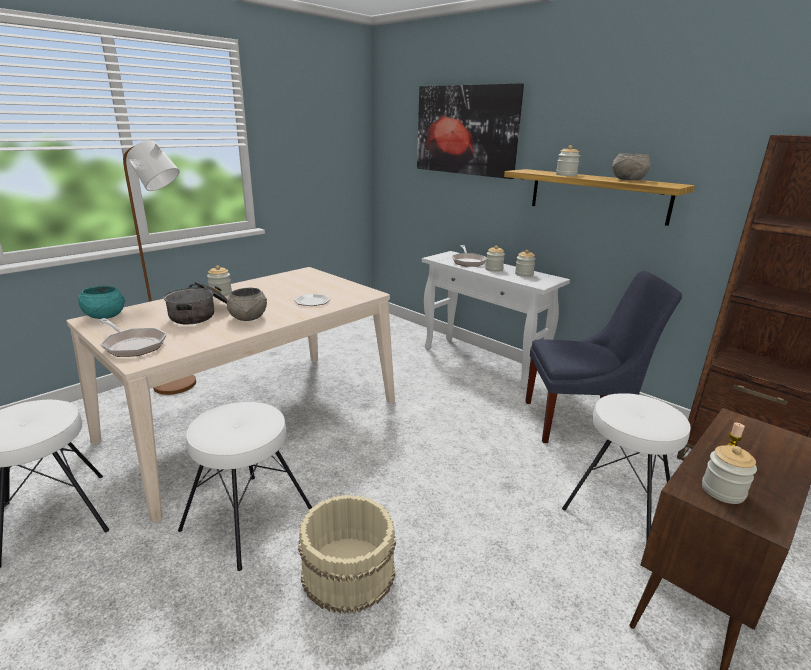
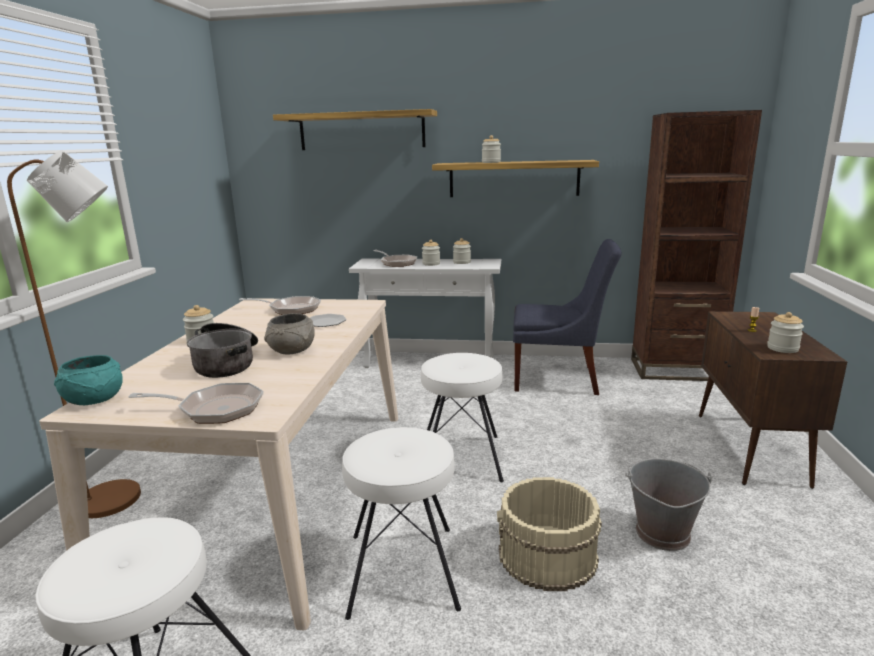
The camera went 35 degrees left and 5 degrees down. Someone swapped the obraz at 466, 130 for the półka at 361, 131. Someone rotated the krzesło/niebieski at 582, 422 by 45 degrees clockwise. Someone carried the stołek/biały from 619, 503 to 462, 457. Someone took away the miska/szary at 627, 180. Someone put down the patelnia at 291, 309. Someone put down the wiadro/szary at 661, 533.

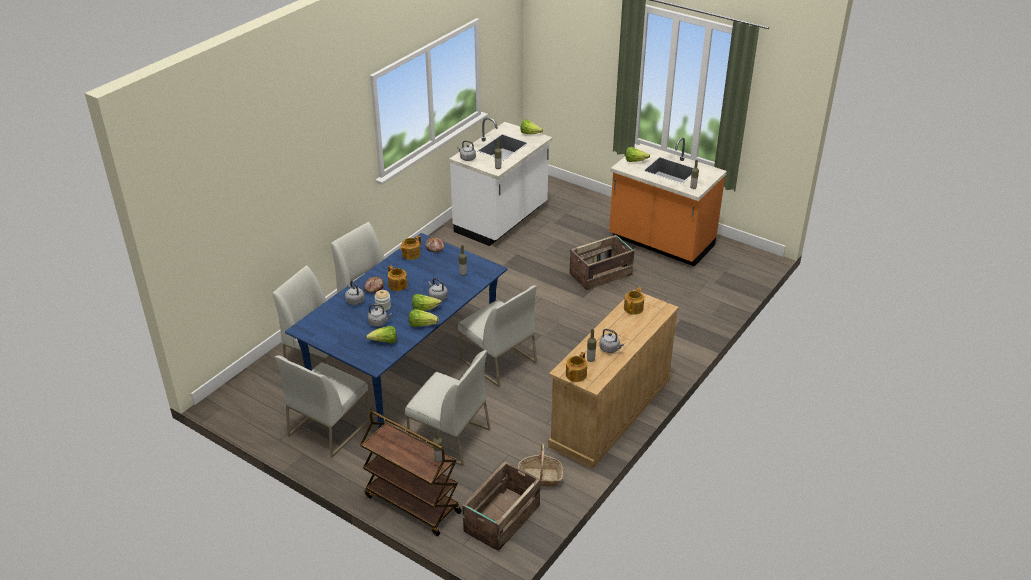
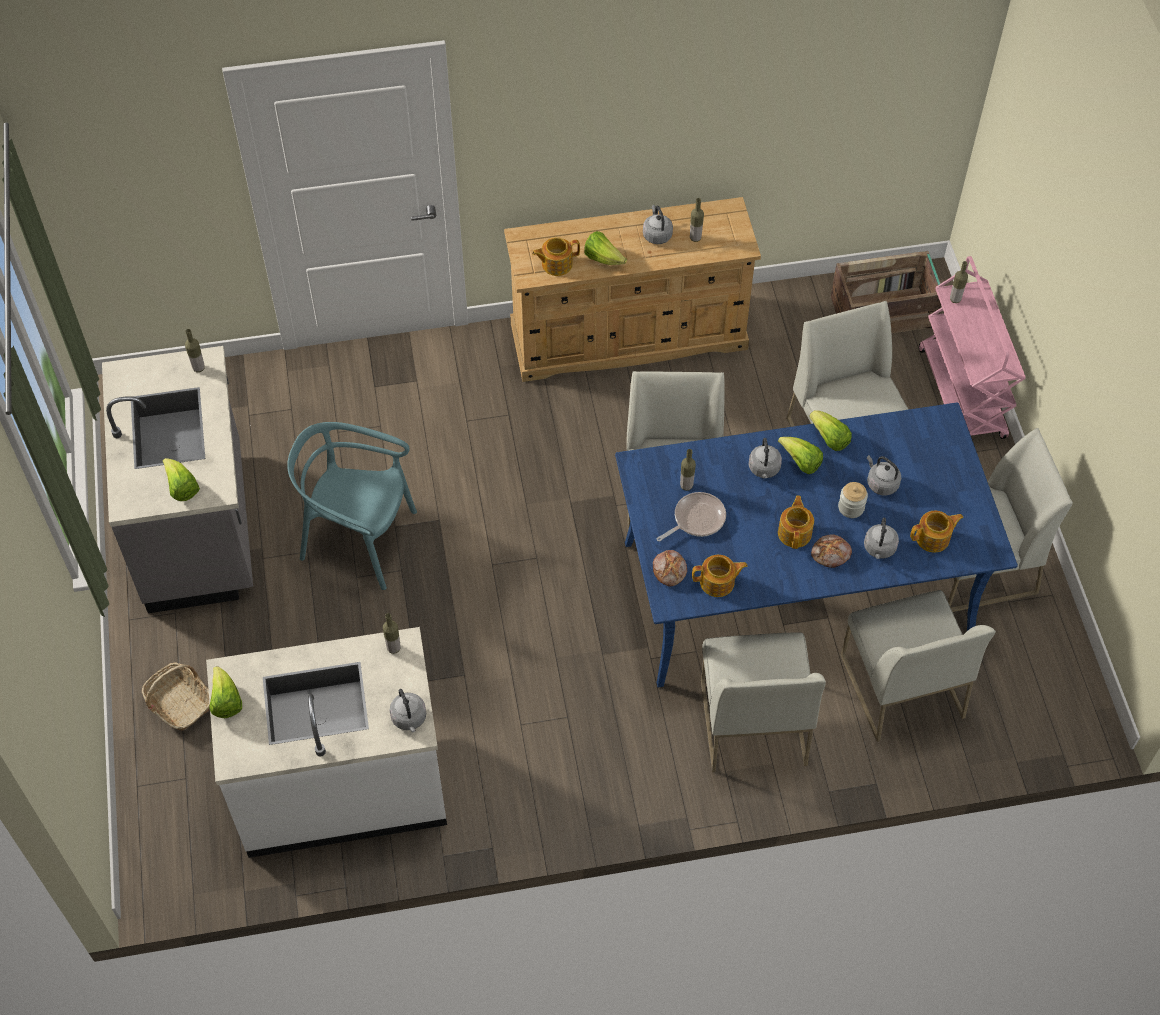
The camera went 135 degrees left and 20 degrees up. Someone repainted the wózek/brązowy at 412, 504, which became the wózek/różowy at 962, 394. Someone carried the sałata from 384, 342 to 603, 258. Someone carried the koszyk from 540, 477 to 179, 702. Someone carried the imbryk from 575, 375 to 933, 538. Someone swapped the skrzynka at 601, 274 for the krzesło/turkusowy at 359, 539. Someone repainted the zabudowa kuchenna/pomarańczowy at 661, 243, which became the zabudowa kuchenna/szary at 199, 528. Someone put down the patelnia at 696, 519.

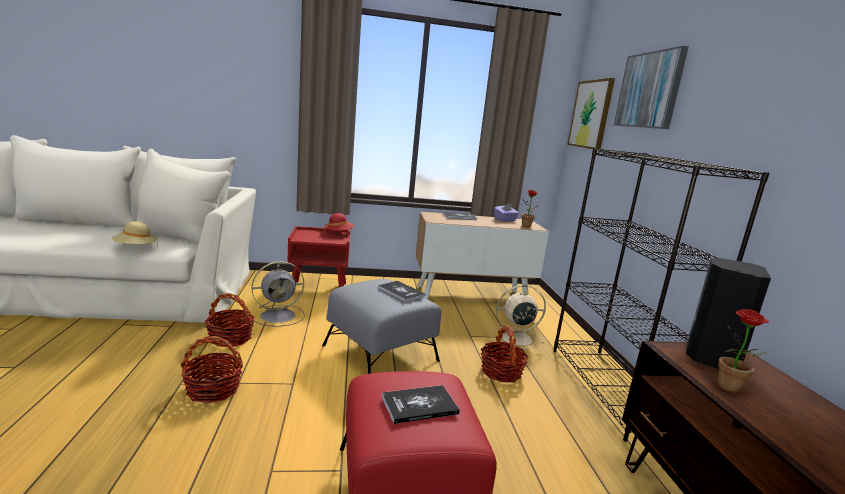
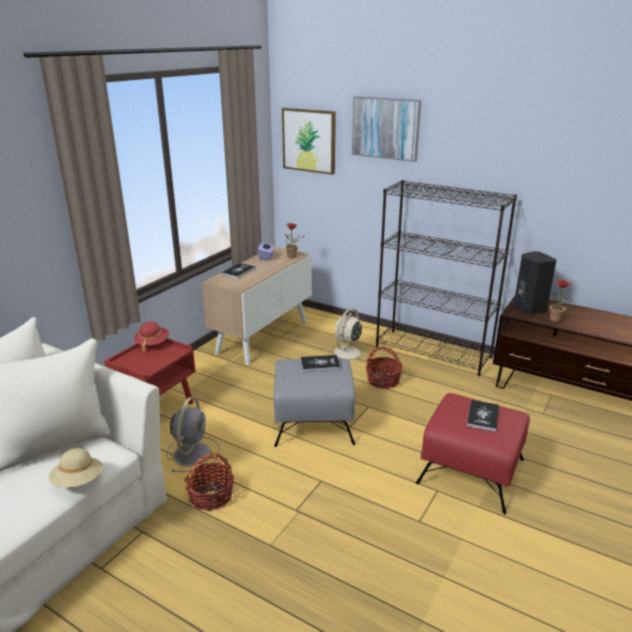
The camera went 50 degrees left and 10 degrees up. Someone took away the koszyk at 213, 389.

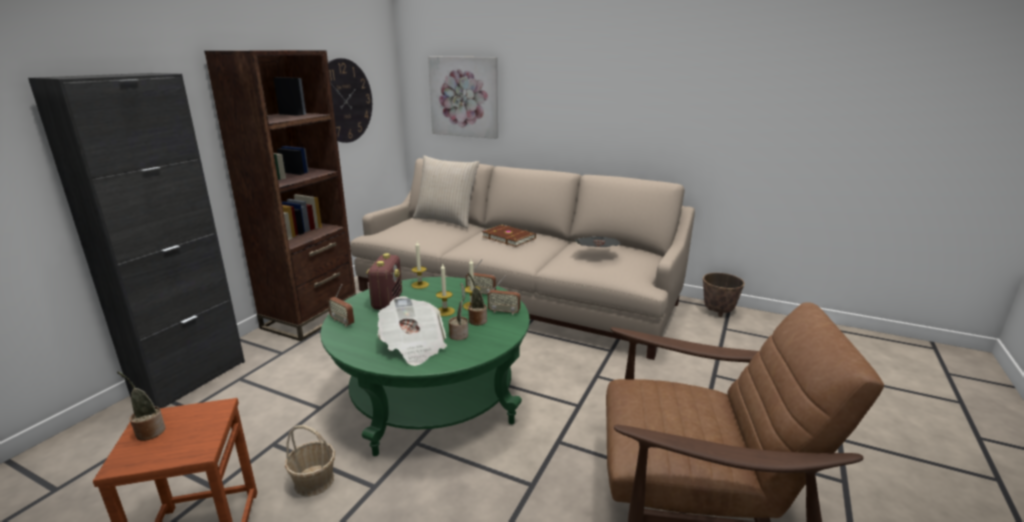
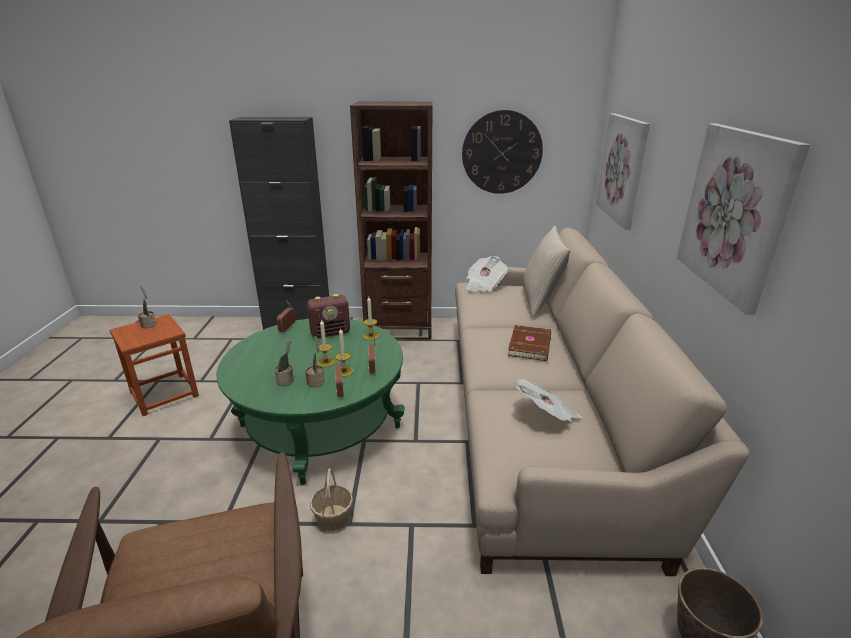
The camera went 65 degrees right and 5 degrees up. Someone carried the koszyk from 314, 481 to 333, 519. Someone carried the gazeta from 413, 346 to 484, 285. Someone put up the obraz at 736, 212.

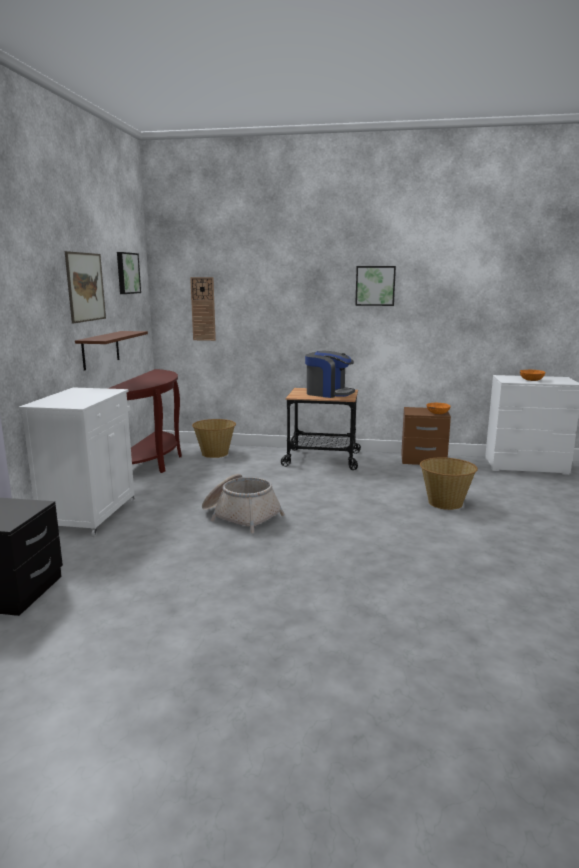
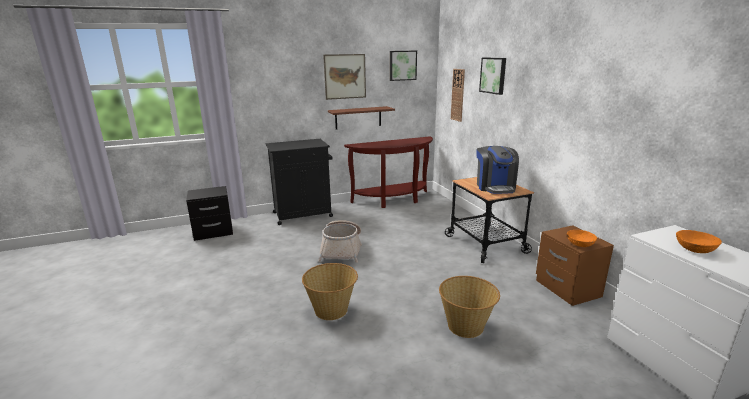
The camera went 60 degrees right and 5 degrees up. Someone repainted the szafka/biały at 90, 515, which became the szafka/czarny at 304, 214. Someone carried the koszyk from 215, 453 to 332, 310. Someone carried the obraz from 375, 286 to 493, 75.

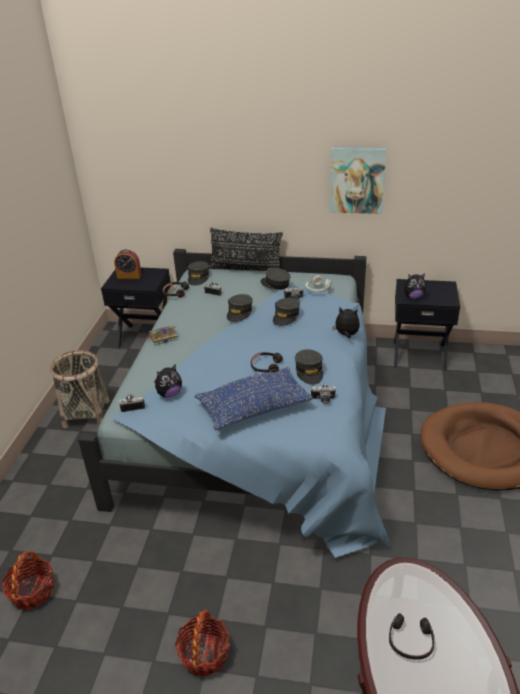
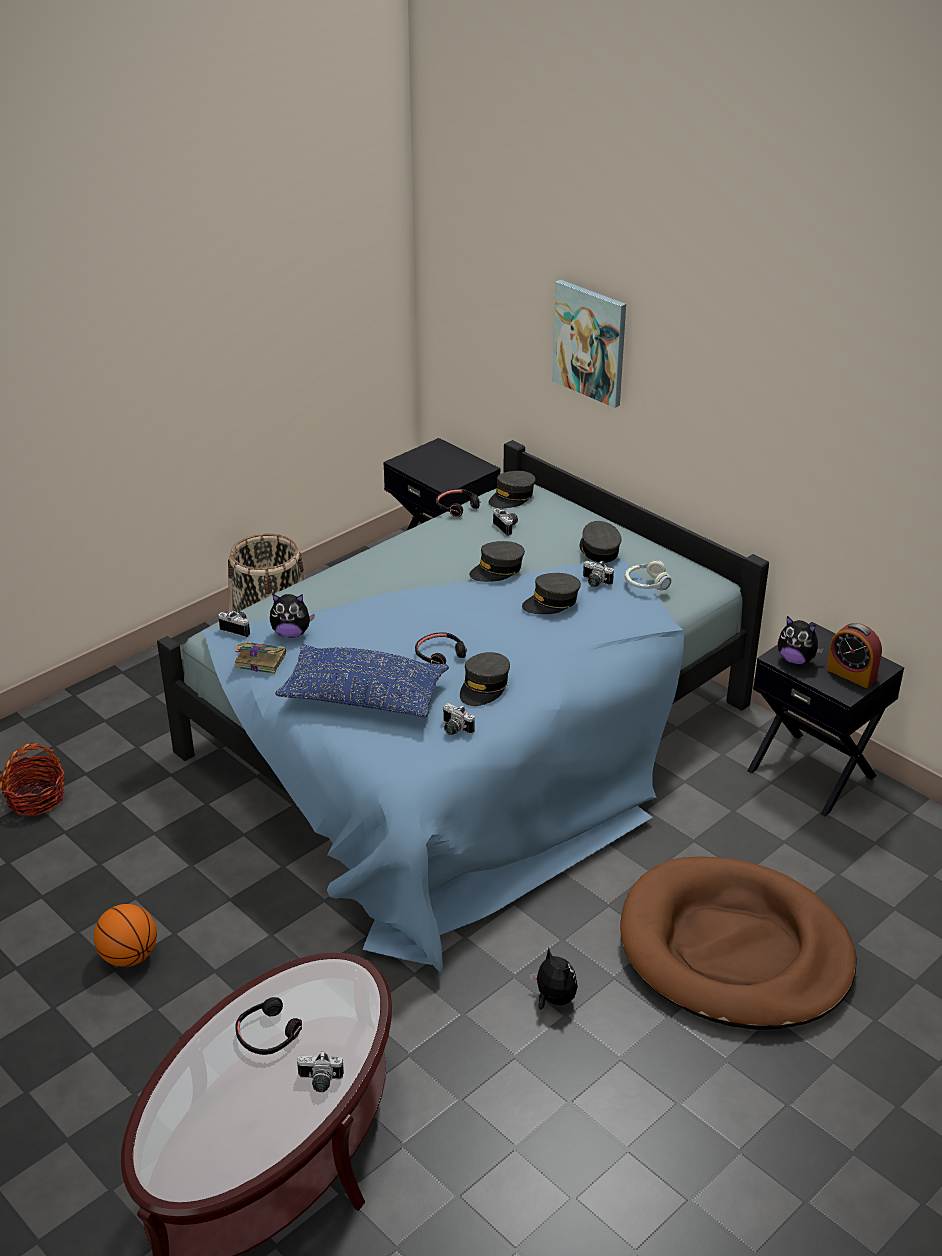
The camera went 35 degrees right and 0 degrees up. Someone carried the budzik from 129, 276 to 851, 674. Someone carried the książka from 163, 337 to 259, 660. Someone swapped the koszyk at 204, 653 for the piłka do koszykówki at 129, 956. Someone took away the poduszka/czarny at 246, 269. Someone carried the obraz from 357, 180 to 590, 342. Someone carried the pluszak from 346, 335 to 553, 999. Someone put down the aparat fotograficzny at 319, 1082.

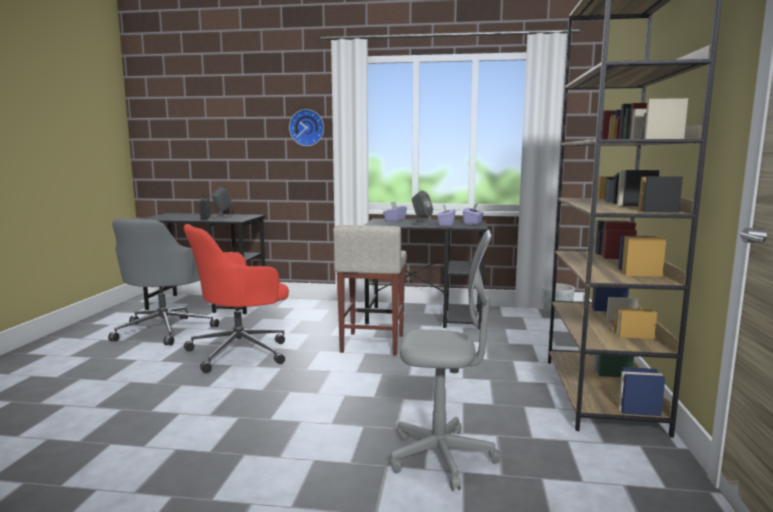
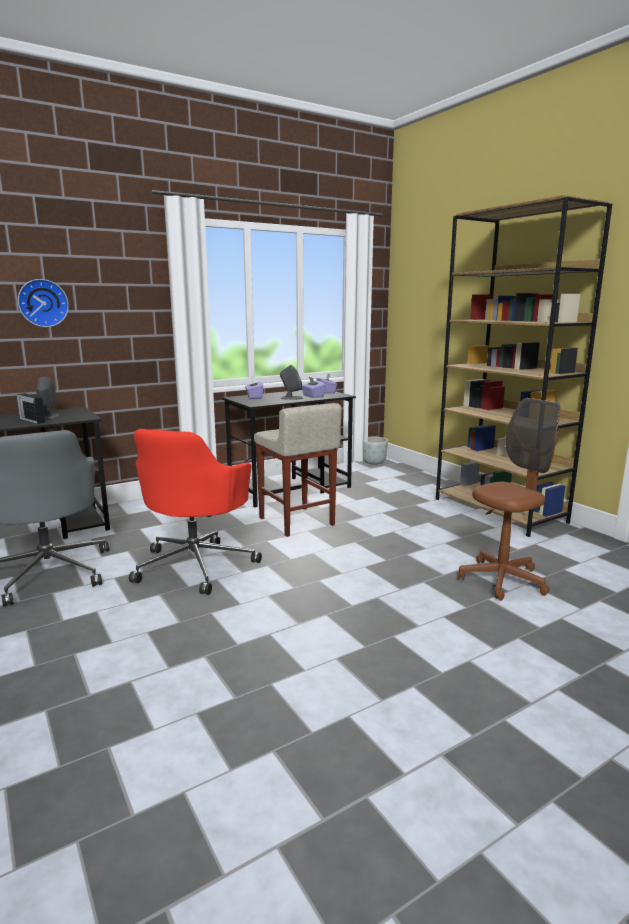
The camera went 40 degrees left and 5 degrees up. Someone carried the zegar ścienny from 307, 127 to 43, 303. Someone repainted the krzesło biurowe/szary at 441, 457, which became the krzesło biurowe/brązowy at 502, 580.

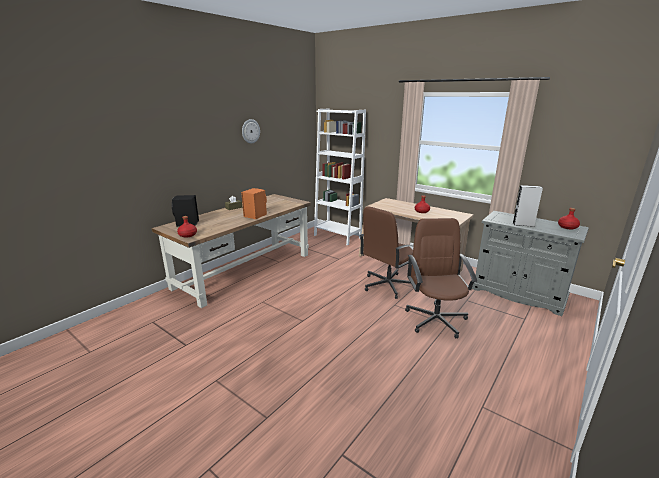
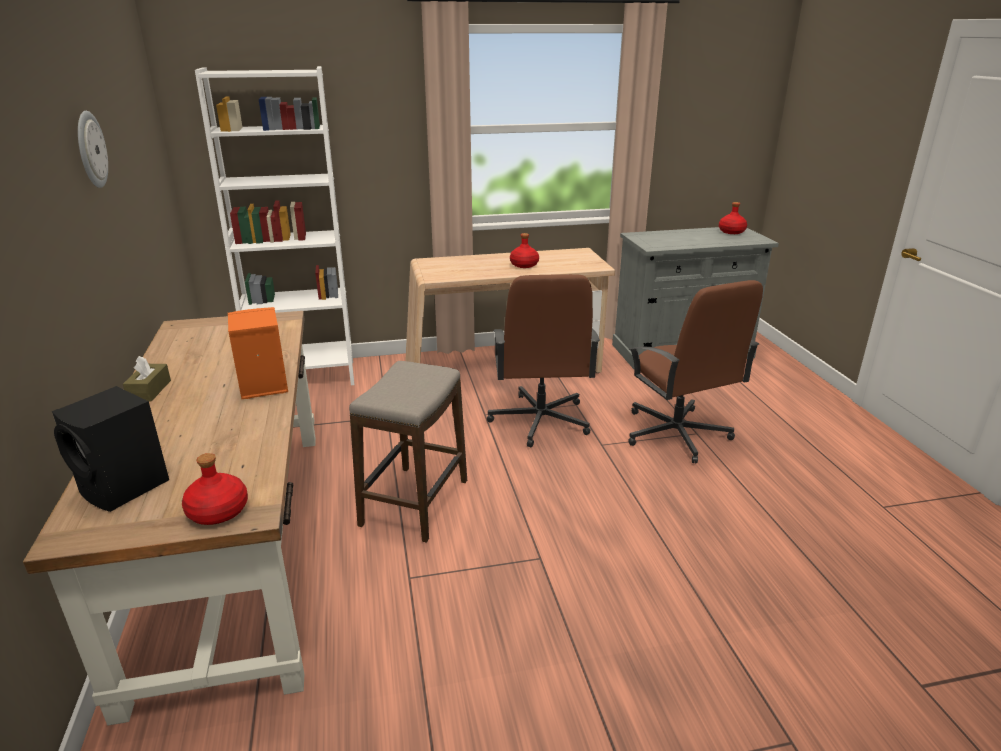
The camera went 50 degrees left and 5 degrees up. Someone rotated the krzesło biurowe/brązowy at 436, 319 by 150 degrees counterclockwise. Someone took away the głośnik/szary at 523, 224. Someone put down the stołek at 415, 503.

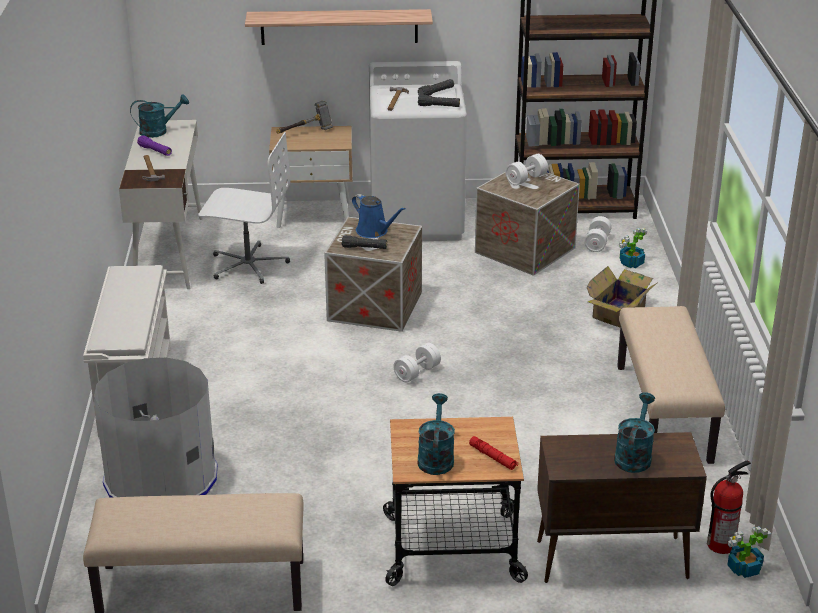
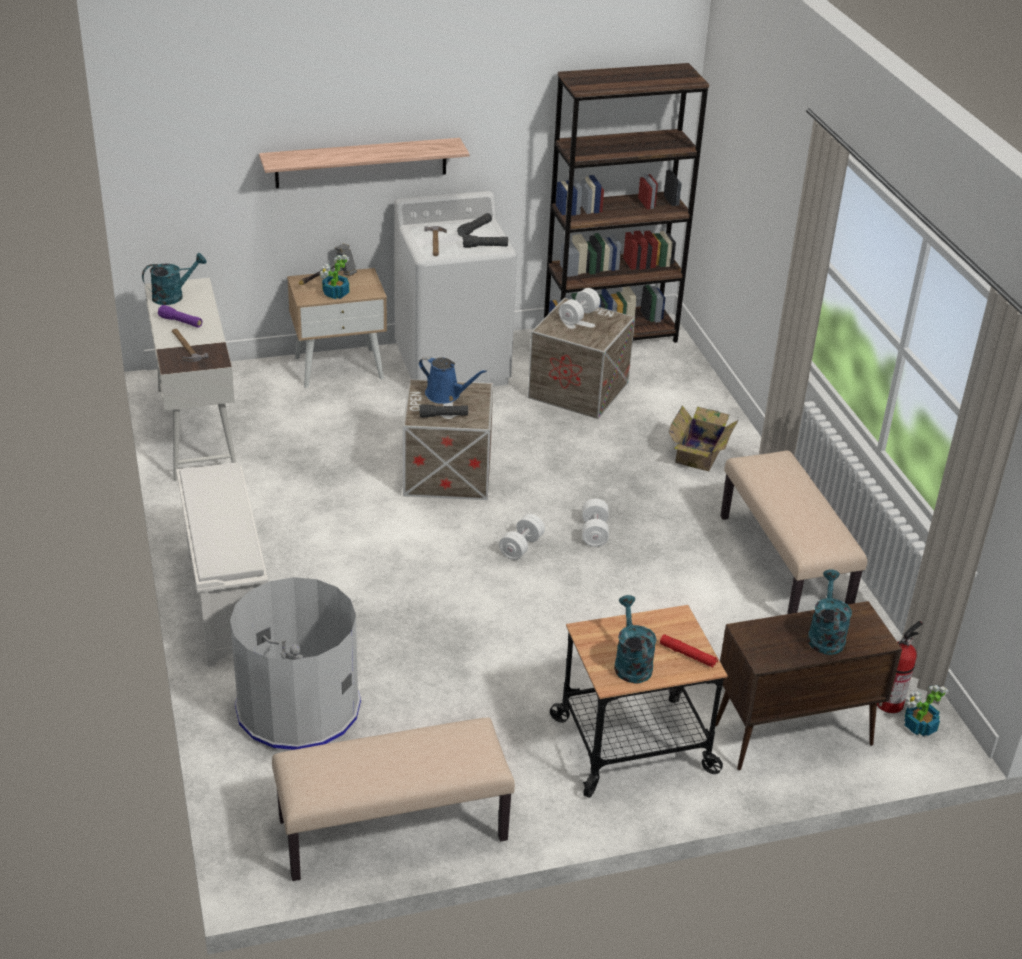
The camera went 15 degrees left and 5 degrees up. Someone took away the krzesło biurowe/biały at 248, 265. Someone carried the hantel/biały from 597, 243 to 594, 532. Someone carried the roślina doniczkowa from 631, 263 to 335, 294.

